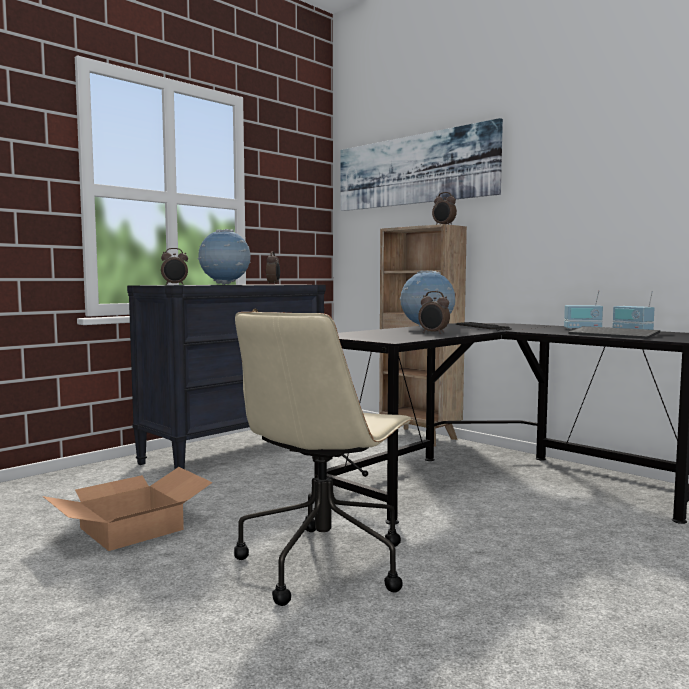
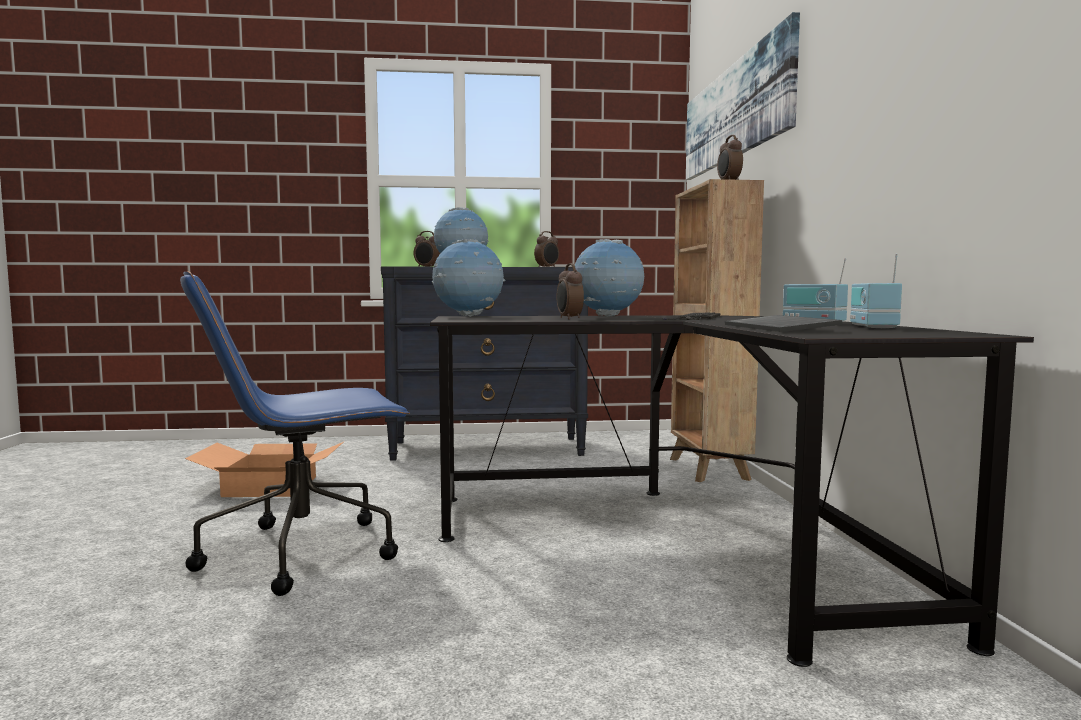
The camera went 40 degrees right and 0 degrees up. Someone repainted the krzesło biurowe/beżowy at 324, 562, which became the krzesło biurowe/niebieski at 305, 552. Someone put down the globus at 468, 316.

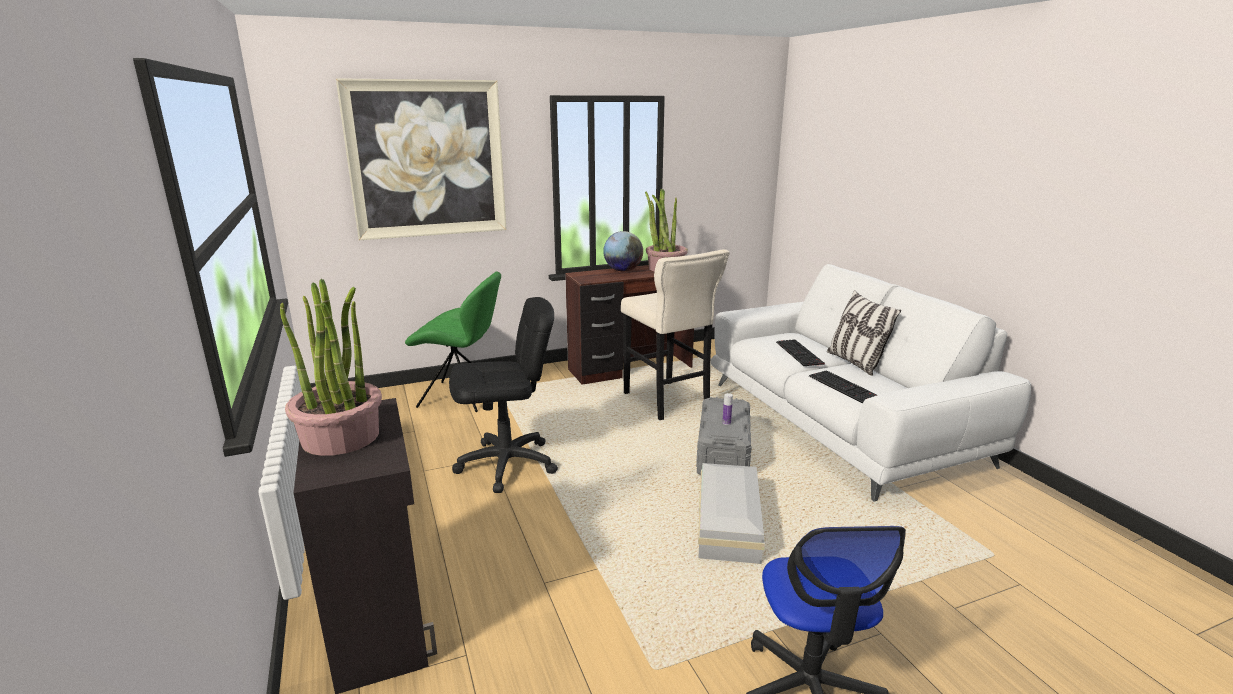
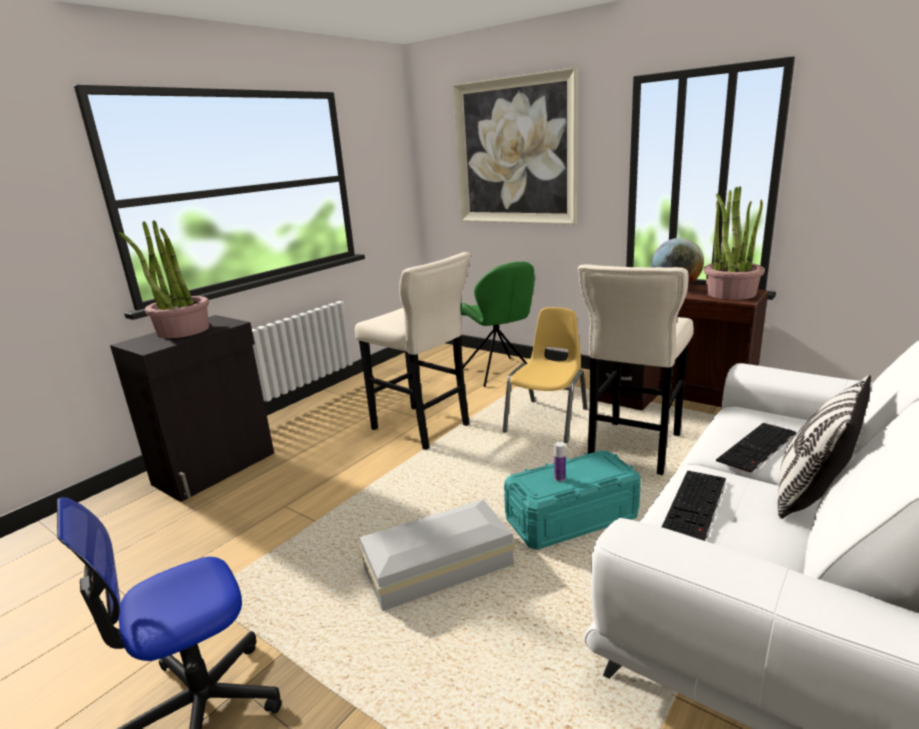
The camera went 60 degrees right and 0 degrees up. Someone swapped the krzesło biurowe/czarny at 507, 464 for the stołek/beżowy at 423, 429. Someone repainted the pojemnik do przechowywania/szary at 723, 454, which became the pojemnik do przechowywania/turkusowy at 572, 519. Someone put down the krzesło/żółty at 547, 420.

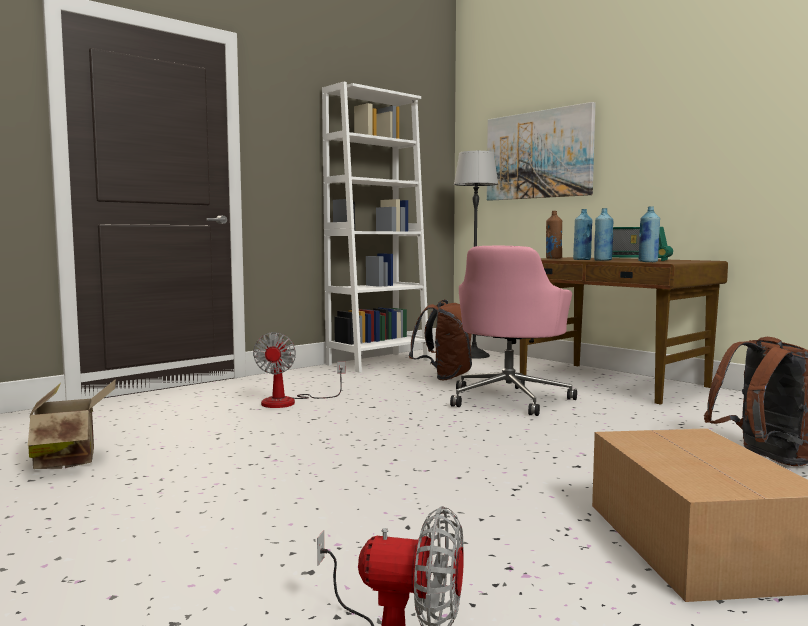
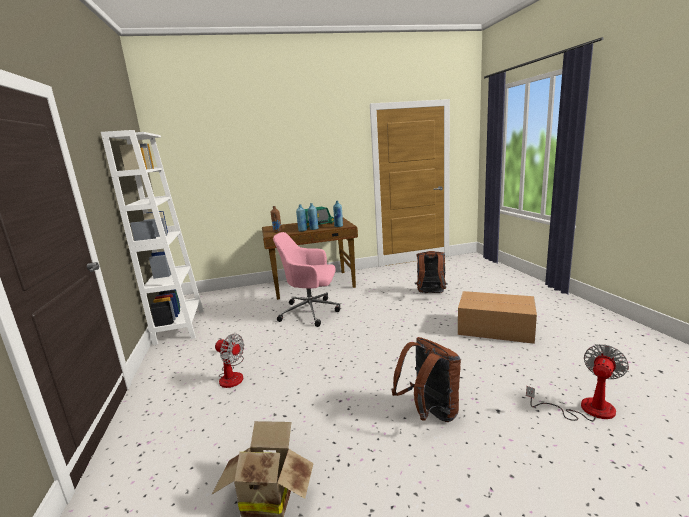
The camera went 60 degrees left and 10 degrees up. Someone carried the plecak/brązowy from 445, 377 to 430, 413. Someone rotated the krzesło biurowe/różowy at 509, 399 by 135 degrees clockwise. Someone took away the lampa stojąca at 473, 355. Someone took away the obraz at 538, 155.

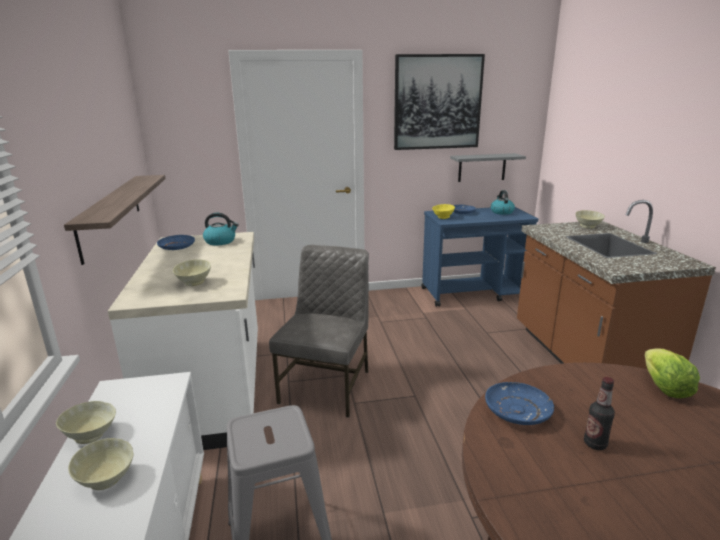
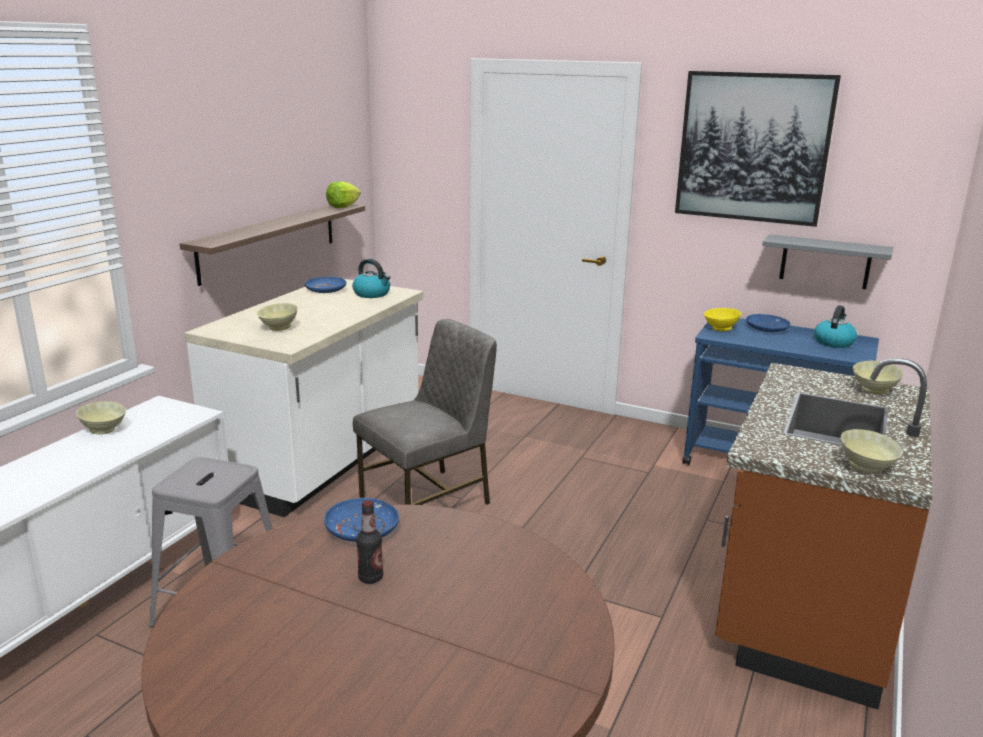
The camera went 35 degrees right and 0 degrees up. Someone carried the miska/beżowy from 106, 480 to 865, 468. Someone carried the sałata from 664, 387 to 343, 206.

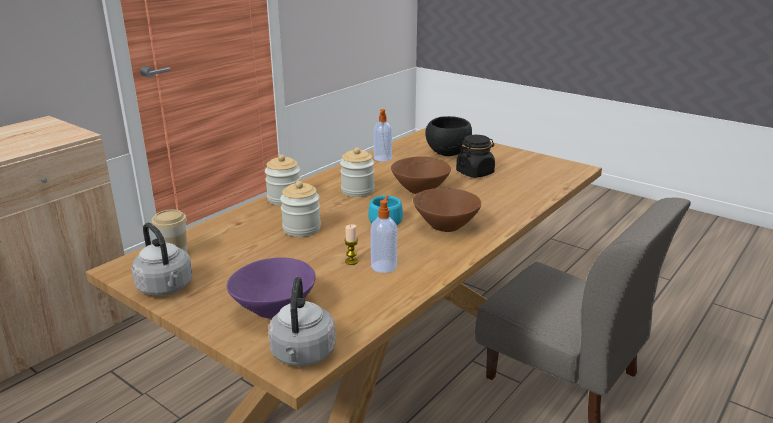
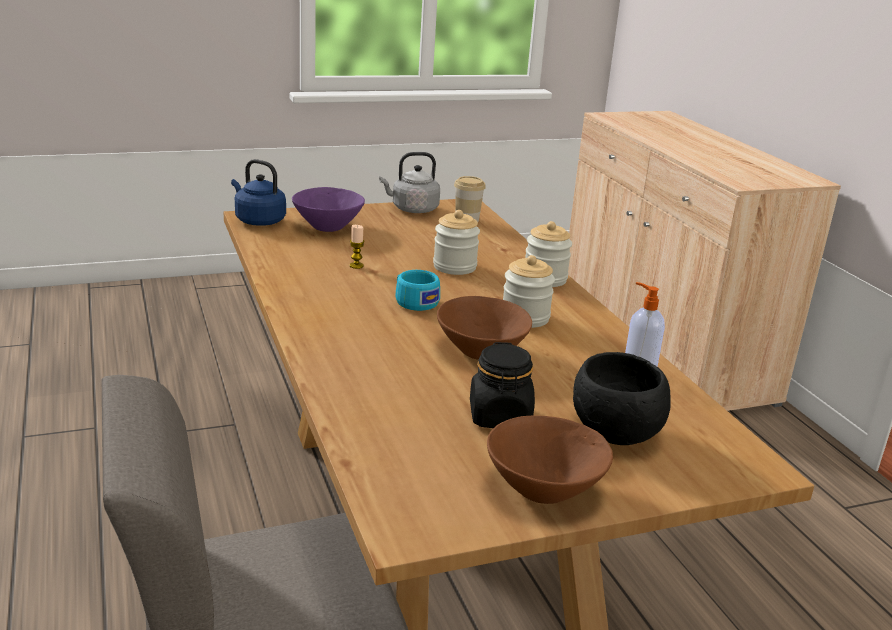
The camera went 120 degrees right and 0 degrees up. Someone repainted the czajnik/szary at 302, 355, which became the czajnik/niebieski at 258, 220. Someone took away the dozownik mydła at 384, 266. Someone carried the miska/brązowy from 445, 226 to 545, 490.

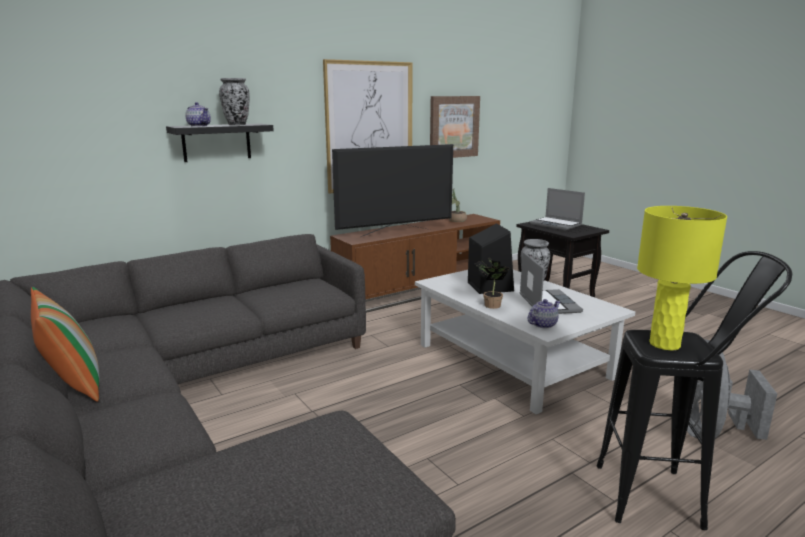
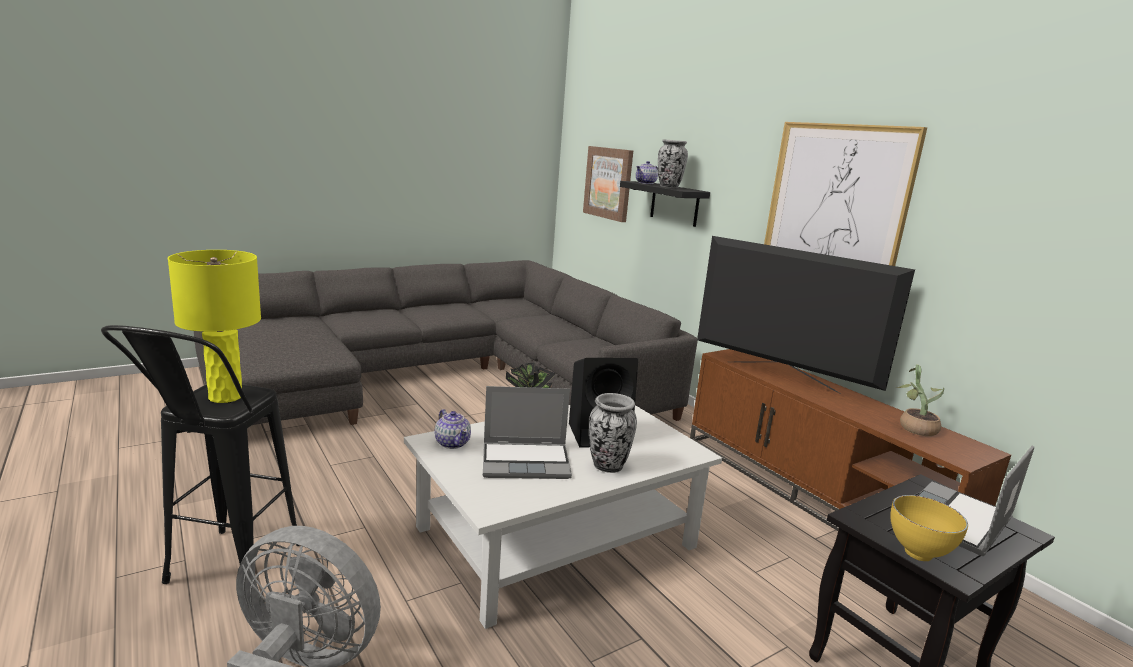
The camera went 90 degrees right and 0 degrees up. Someone took away the poduszka at 73, 384. Someone rotated the telewizor at 395, 233 by 150 degrees clockwise. Someone carried the obraz from 453, 127 to 608, 183. Someone put down the miska/żółty at 916, 555.

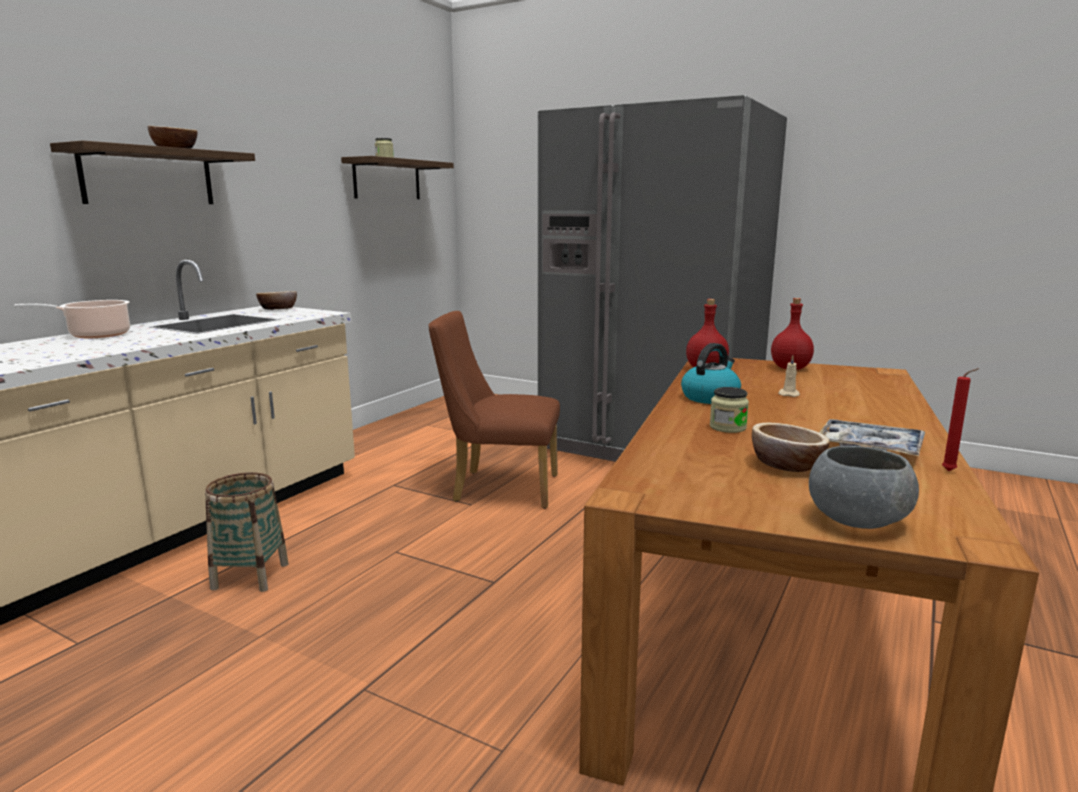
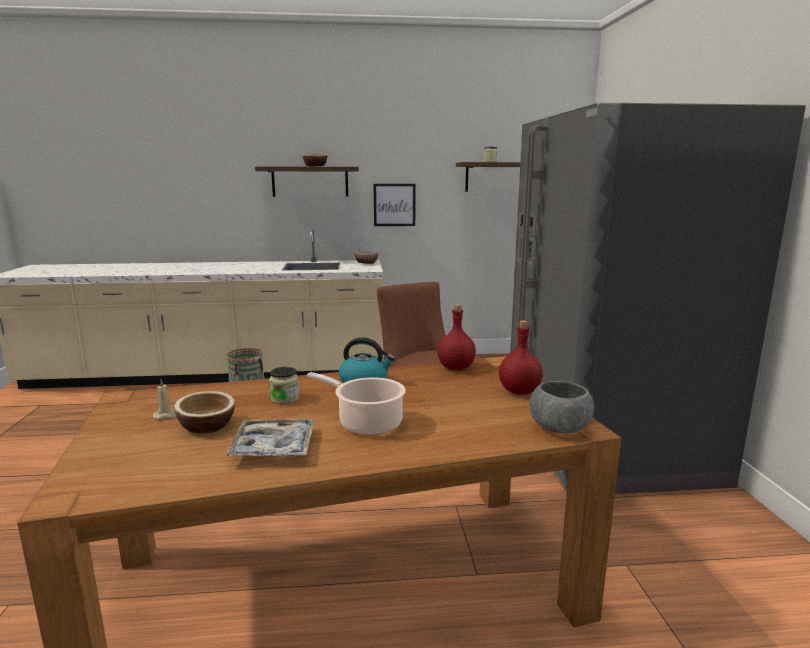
The camera went 55 degrees right and 0 degrees up. Someone carried the garnek from 95, 335 to 366, 423. Someone carried the świeca/beżowy from 788, 394 to 166, 415. Someone carried the miska/szary from 857, 520 to 560, 428. Someone took away the świeca/czerwony at 951, 471. Someone put up the obraz at 394, 205.

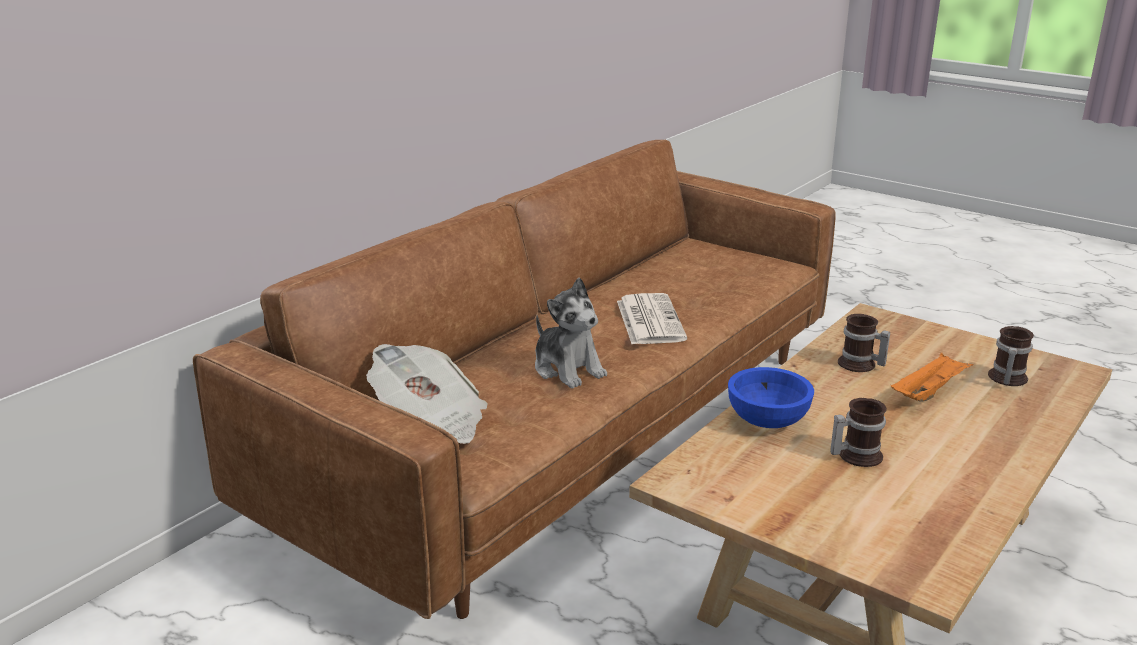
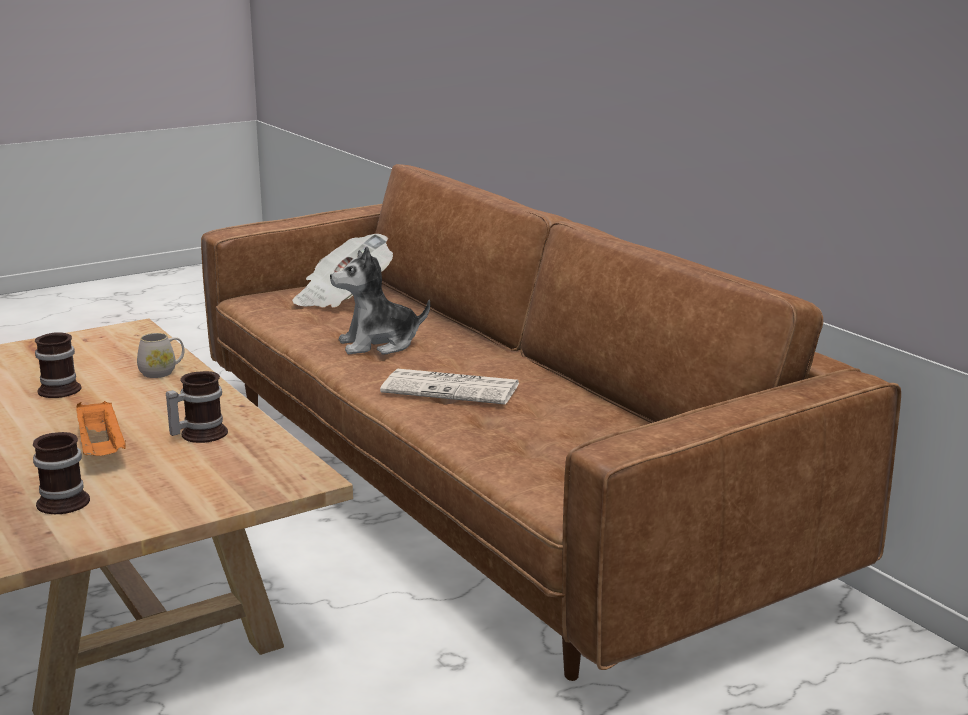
The camera went 110 degrees right and 5 degrees down. Someone swapped the miska/niebieski at 768, 420 for the kubek/biały at 162, 372.

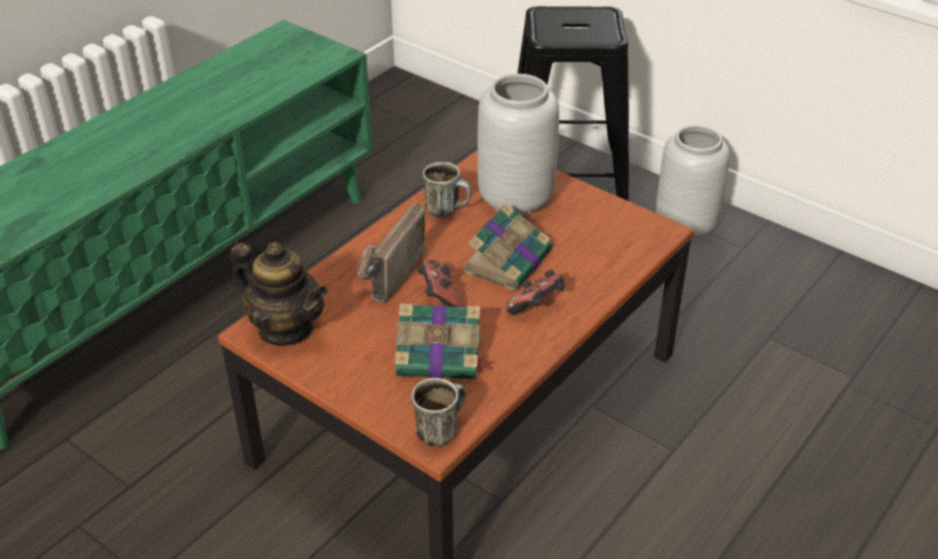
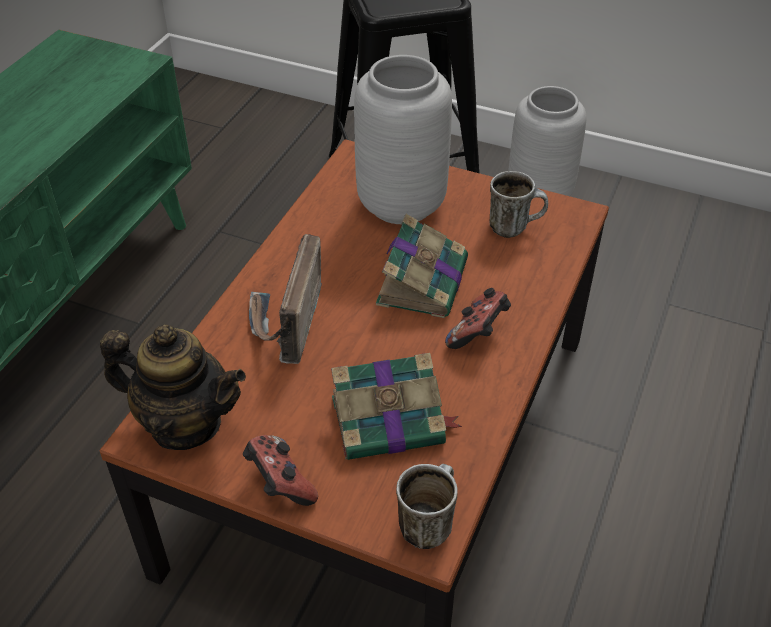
The camera went 15 degrees left and 5 degrees up. Someone carried the pad do gier from 439, 298 to 280, 484. Someone carried the kubek from 448, 210 to 514, 227.

